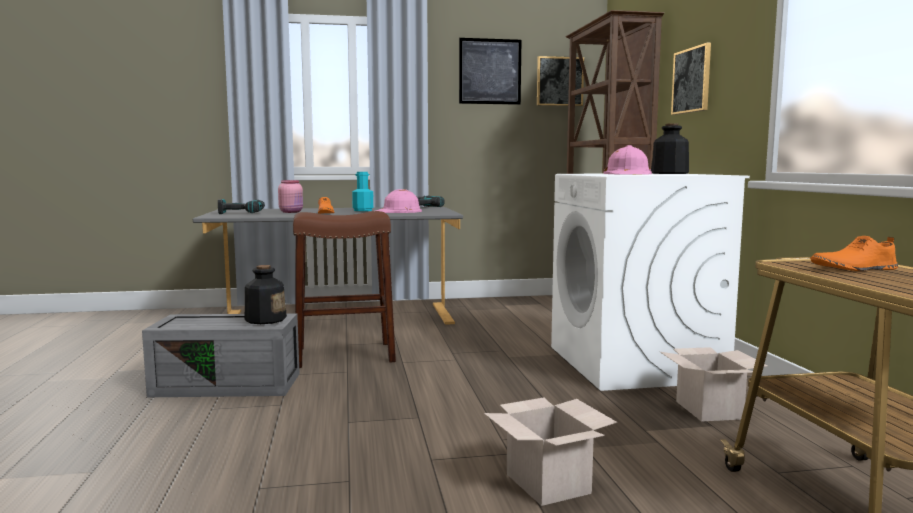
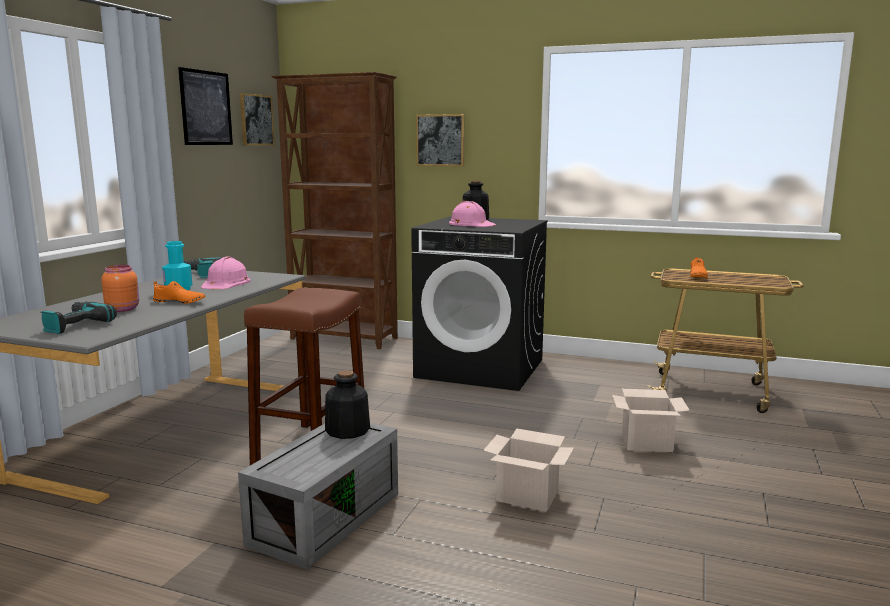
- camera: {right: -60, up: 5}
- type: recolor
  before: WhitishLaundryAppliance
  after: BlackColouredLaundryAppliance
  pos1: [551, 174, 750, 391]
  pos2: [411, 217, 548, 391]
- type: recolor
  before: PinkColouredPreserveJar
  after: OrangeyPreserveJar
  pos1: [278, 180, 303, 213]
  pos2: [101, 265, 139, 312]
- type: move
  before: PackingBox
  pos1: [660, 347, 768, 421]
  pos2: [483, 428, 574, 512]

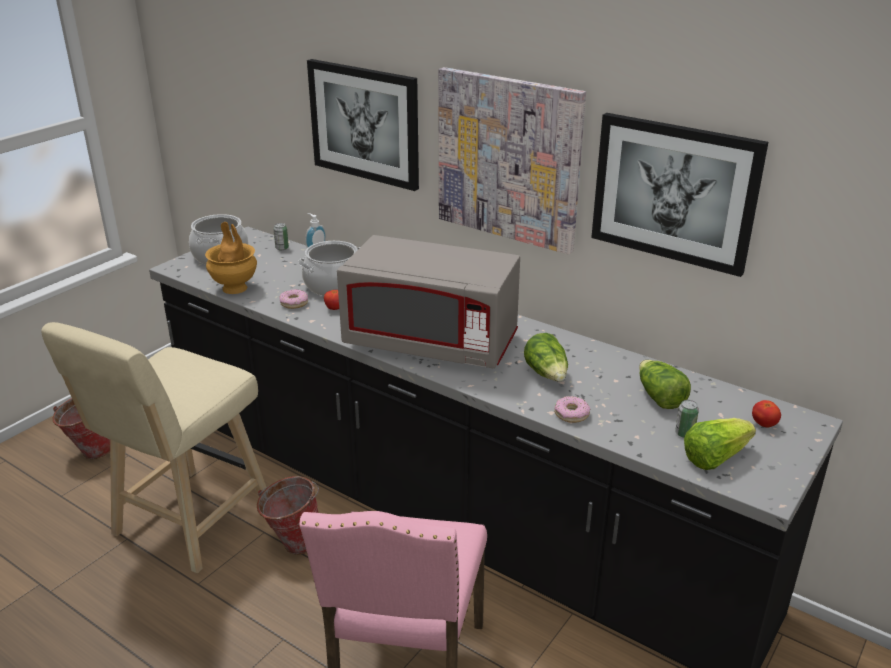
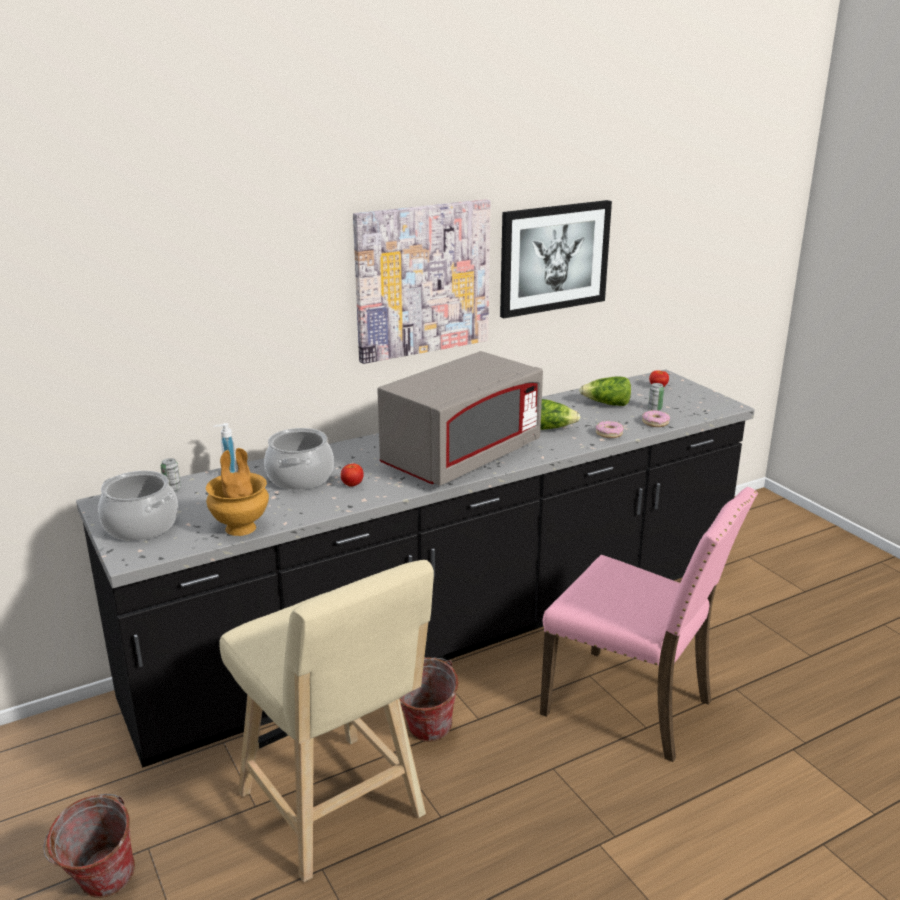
- camera: {right: -65, up: -5}
- type: delete
  before: Picture
  pos1: [307, 59, 419, 191]
- type: move
  before: RingDoughnut
  pos1: [280, 289, 308, 309]
  pos2: [642, 410, 670, 427]
- type: delete
  before: LettuceHead
  pos1: [684, 418, 756, 470]

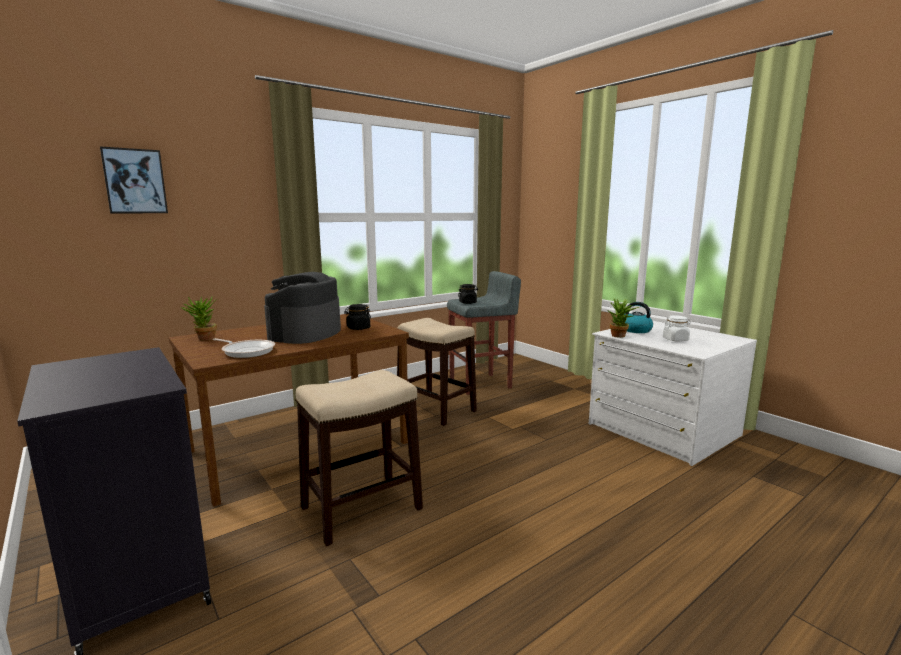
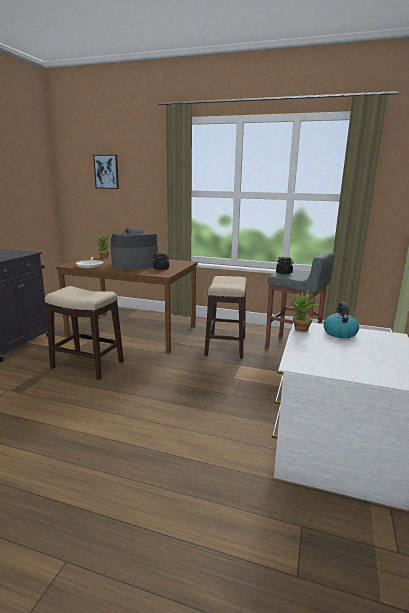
- camera: {right: 55, up: 5}
- type: delete
  before: WhitishPreserveJar
  pos1: [663, 315, 691, 342]

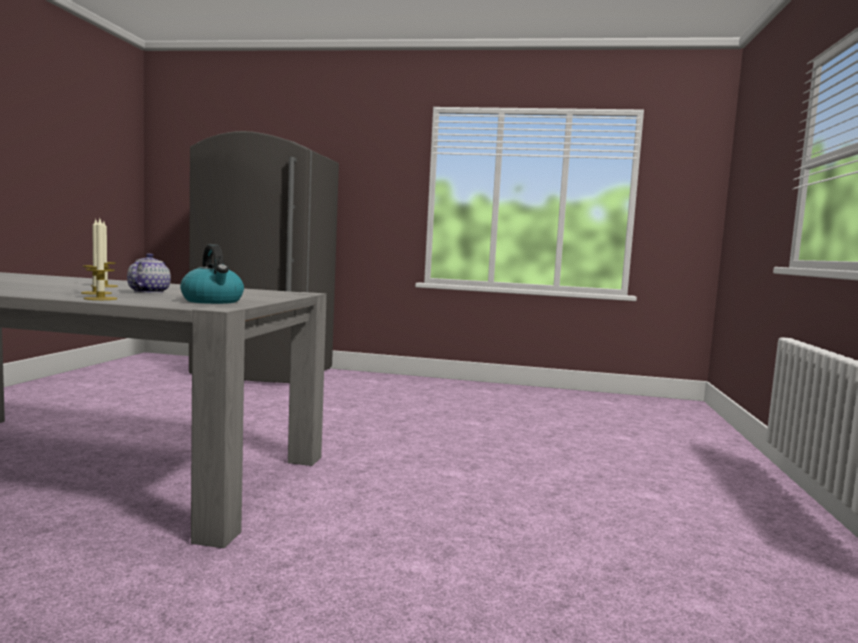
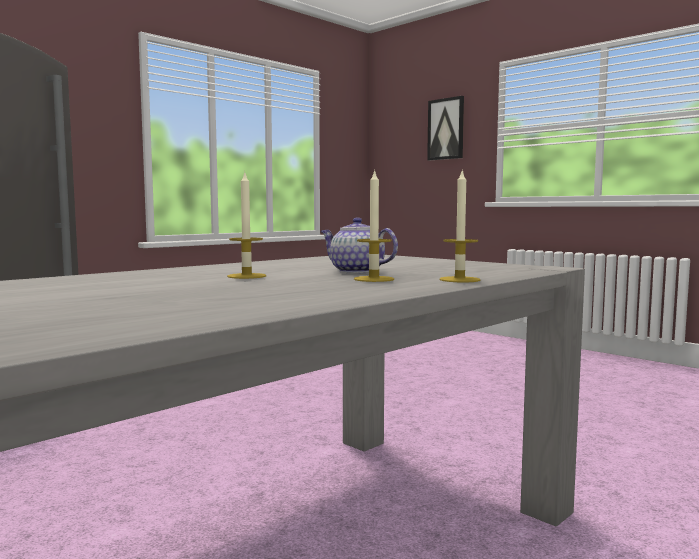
- camera: {right: -55, up: 0}
- type: delete
  before: Kettle
  pos1: [180, 244, 244, 304]
- type: insert
  after: Picture
  pos2: [427, 96, 464, 160]

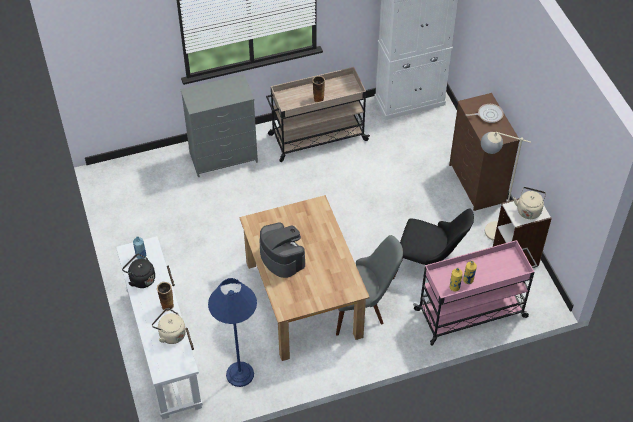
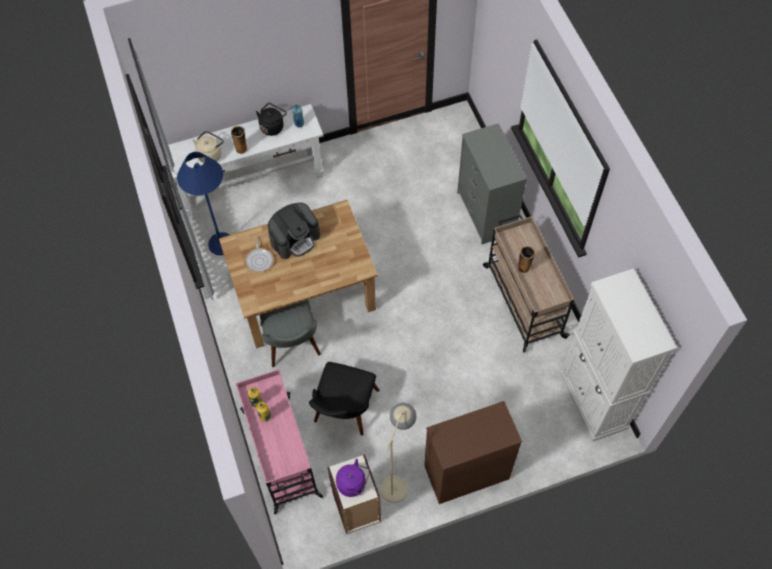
- camera: {right: 90, up: 10}
- type: move
  before: Skillet
  pos1: [466, 104, 504, 123]
  pos2: [245, 235, 273, 272]
- type: recolor
  before: SandColouredKettle
  after: PurplishKettle
  pos1: [514, 187, 546, 219]
  pos2: [336, 459, 370, 497]

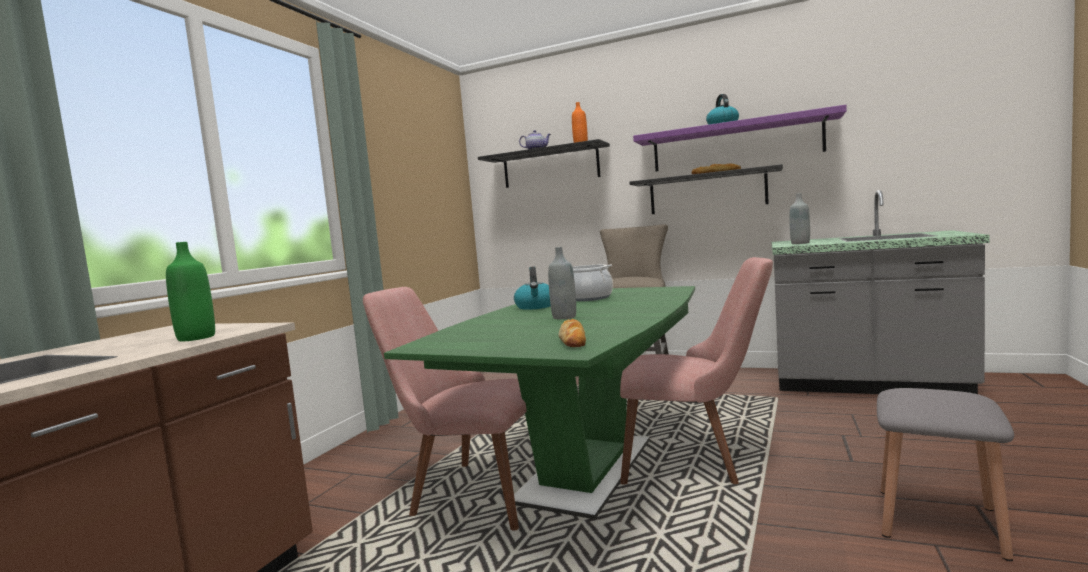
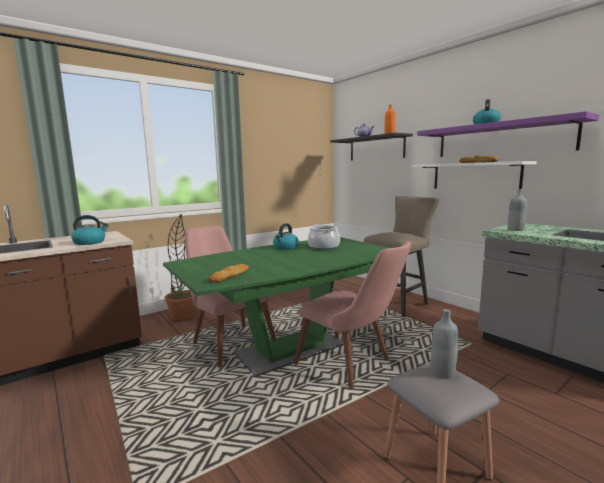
- camera: {right: 30, up: 5}
- type: recolor
  before: BlackColouredShelf
  after: WhitishShelf
  pos1: [630, 164, 783, 214]
  pos2: [411, 161, 537, 189]
- type: replace
  before: GreenishBottle
  after: Kettle
  pos1: [166, 242, 215, 341]
  pos2: [71, 215, 109, 245]
- type: move
  before: GreyishBottle
  pos1: [548, 247, 576, 319]
  pos2: [431, 309, 458, 378]
- type: insert
  after: PlantInAPot
  pos2: [165, 213, 195, 320]

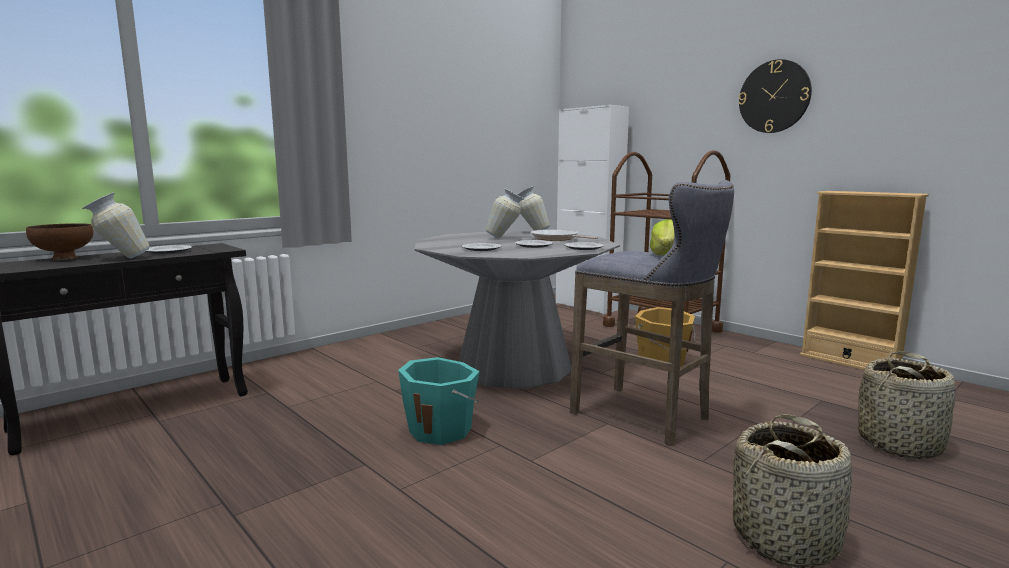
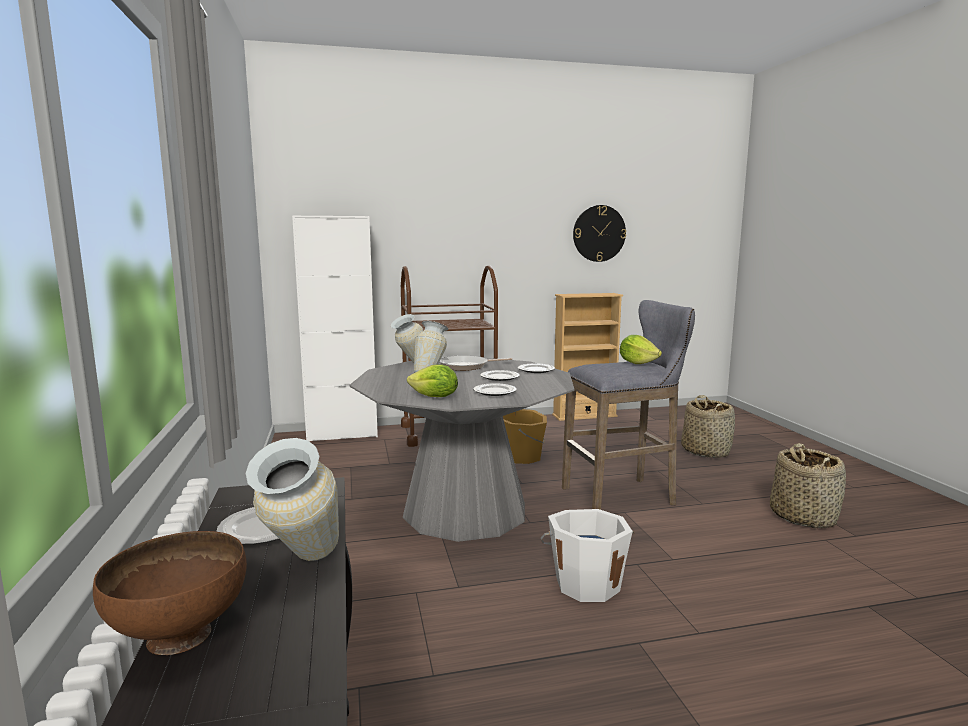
- camera: {right: -60, up: 0}
- type: move
  before: HangingClock
  pos1: [738, 59, 812, 133]
  pos2: [573, 205, 626, 262]
- type: recolor
  before: TurquoisePail
  after: WhitishPail
  pos1: [398, 357, 480, 445]
  pos2: [541, 509, 634, 602]
- type: insert
  after: LettuceHead
  pos2: [407, 364, 458, 397]

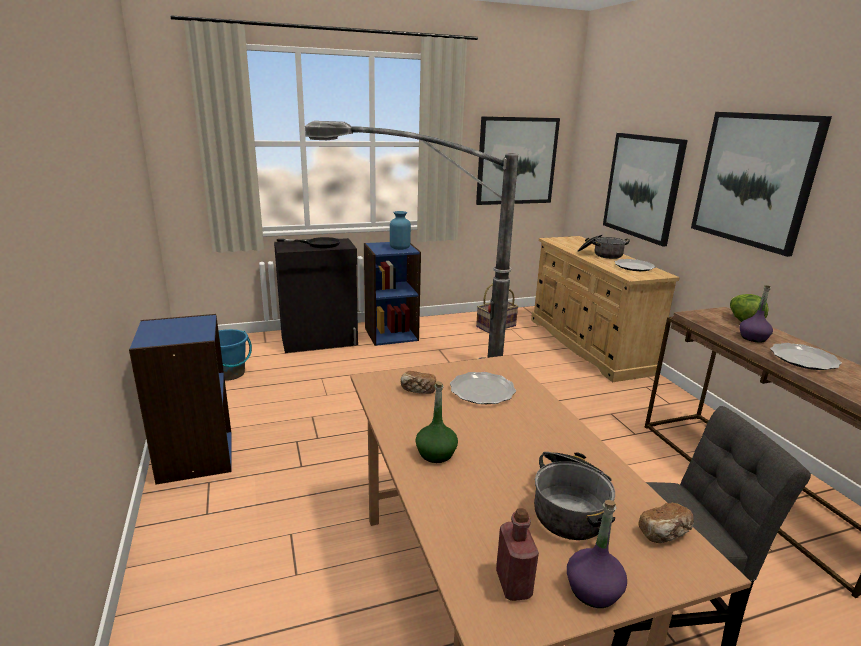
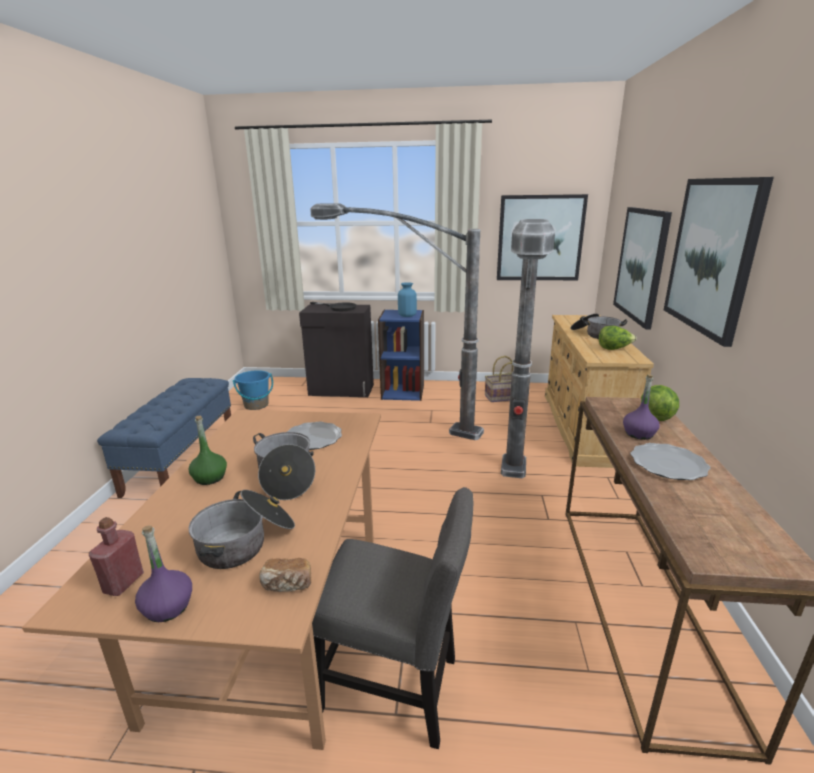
- camera: {right: 25, up: 0}
- type: replace
  before: DinnerPlate
  after: LettuceHead
  pos1: [614, 259, 655, 271]
  pos2: [598, 326, 637, 350]
- type: replace
  before: BluishBookcase
  after: BluishBench
  pos1: [129, 314, 232, 485]
  pos2: [97, 378, 231, 498]
- type: delete
  before: BakeryBread
  pos1: [401, 371, 436, 394]
- type: insert
  after: StandardLamp
  pos2: [501, 219, 555, 478]
- type: insert
  after: Saucepot
  pos2: [253, 432, 315, 500]

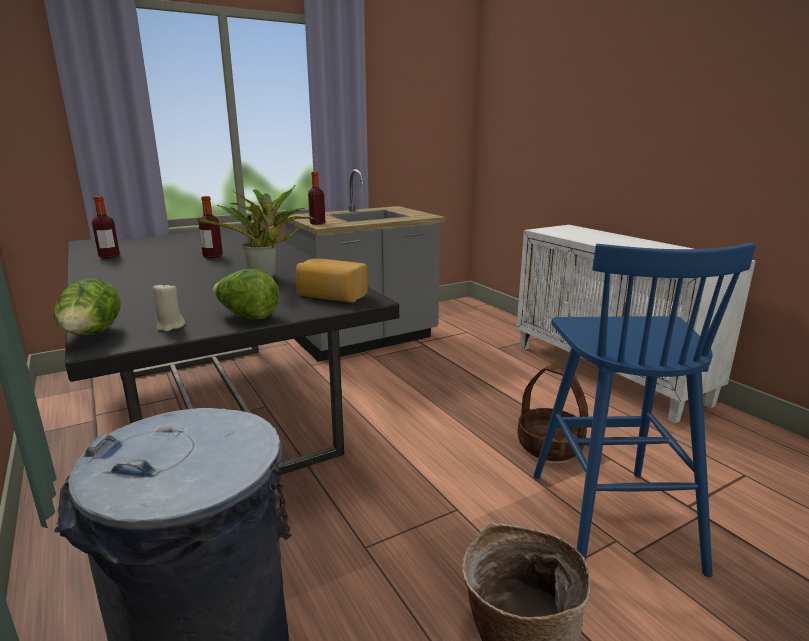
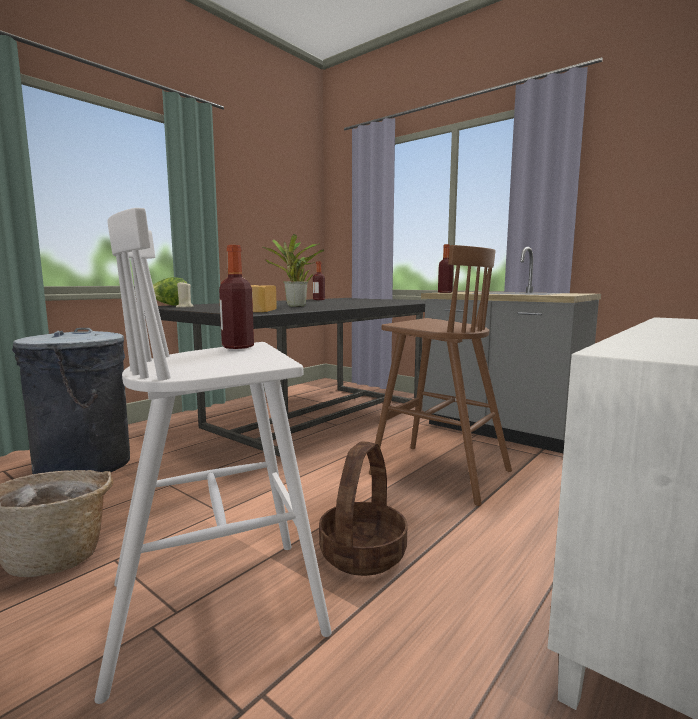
- camera: {right: 70, up: -10}
- type: move
  before: Bottle
  pos1: [199, 196, 223, 258]
  pos2: [219, 245, 254, 349]
- type: recolor
  before: BluishSittingStool
  after: WhitishSittingStool
  pos1: [533, 243, 756, 577]
  pos2: [95, 208, 332, 704]
- type: delete
  before: LettuceHead
  pos1: [213, 269, 280, 319]
- type: insert
  after: BrownSittingStool
  pos2: [369, 245, 512, 506]

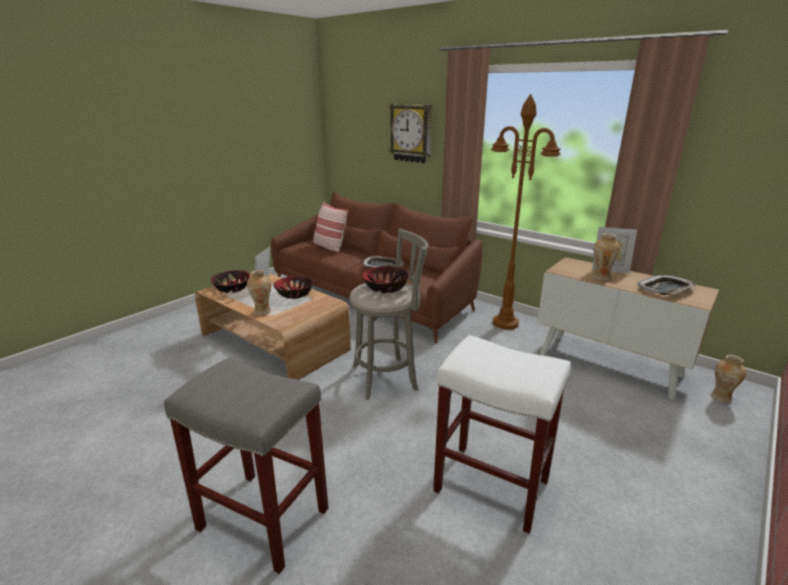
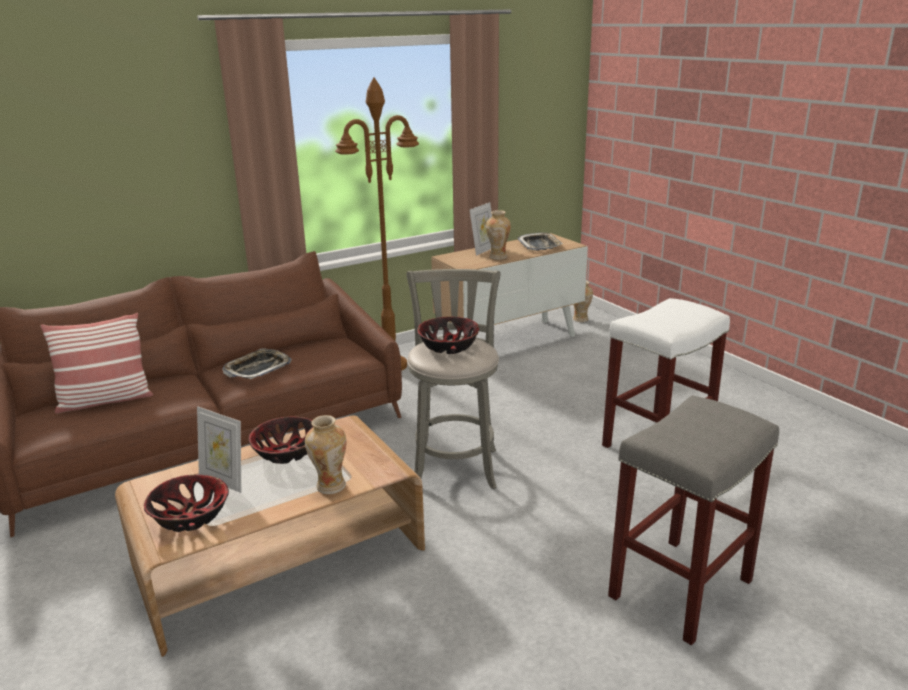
- camera: {right: -70, up: 0}
- type: delete
  before: HangingClock
  pos1: [389, 104, 432, 163]

